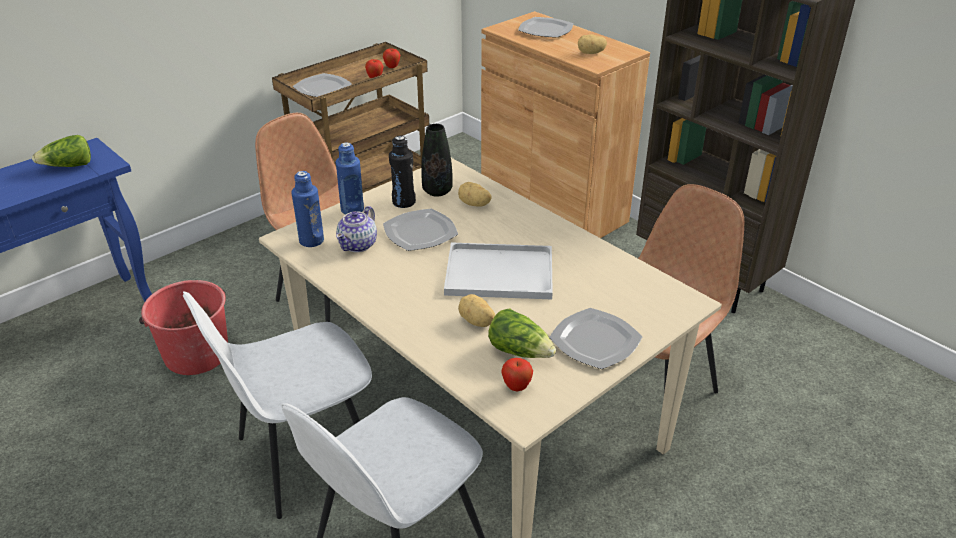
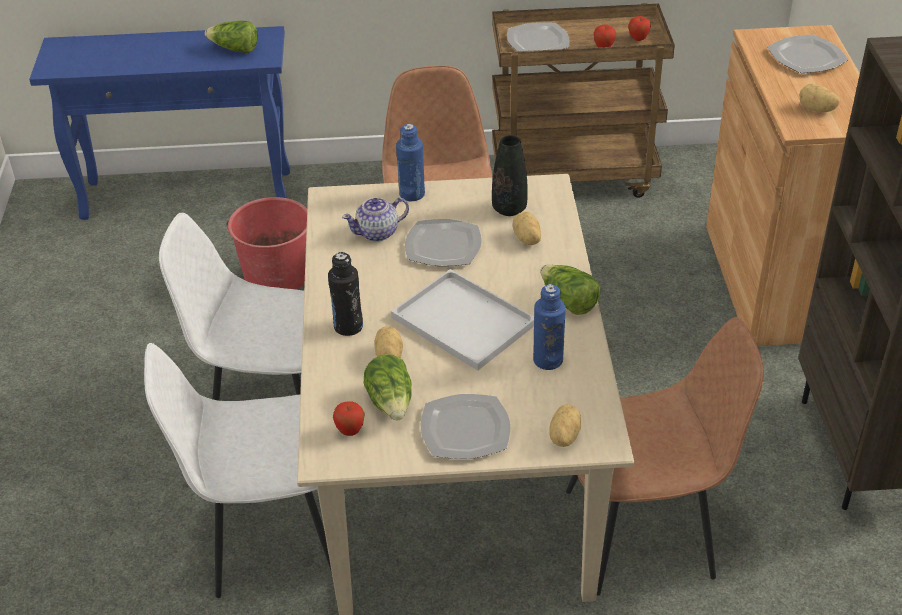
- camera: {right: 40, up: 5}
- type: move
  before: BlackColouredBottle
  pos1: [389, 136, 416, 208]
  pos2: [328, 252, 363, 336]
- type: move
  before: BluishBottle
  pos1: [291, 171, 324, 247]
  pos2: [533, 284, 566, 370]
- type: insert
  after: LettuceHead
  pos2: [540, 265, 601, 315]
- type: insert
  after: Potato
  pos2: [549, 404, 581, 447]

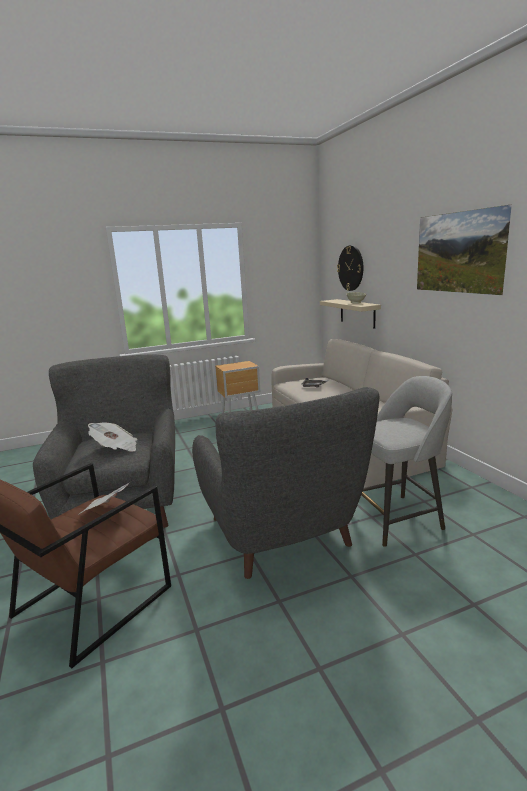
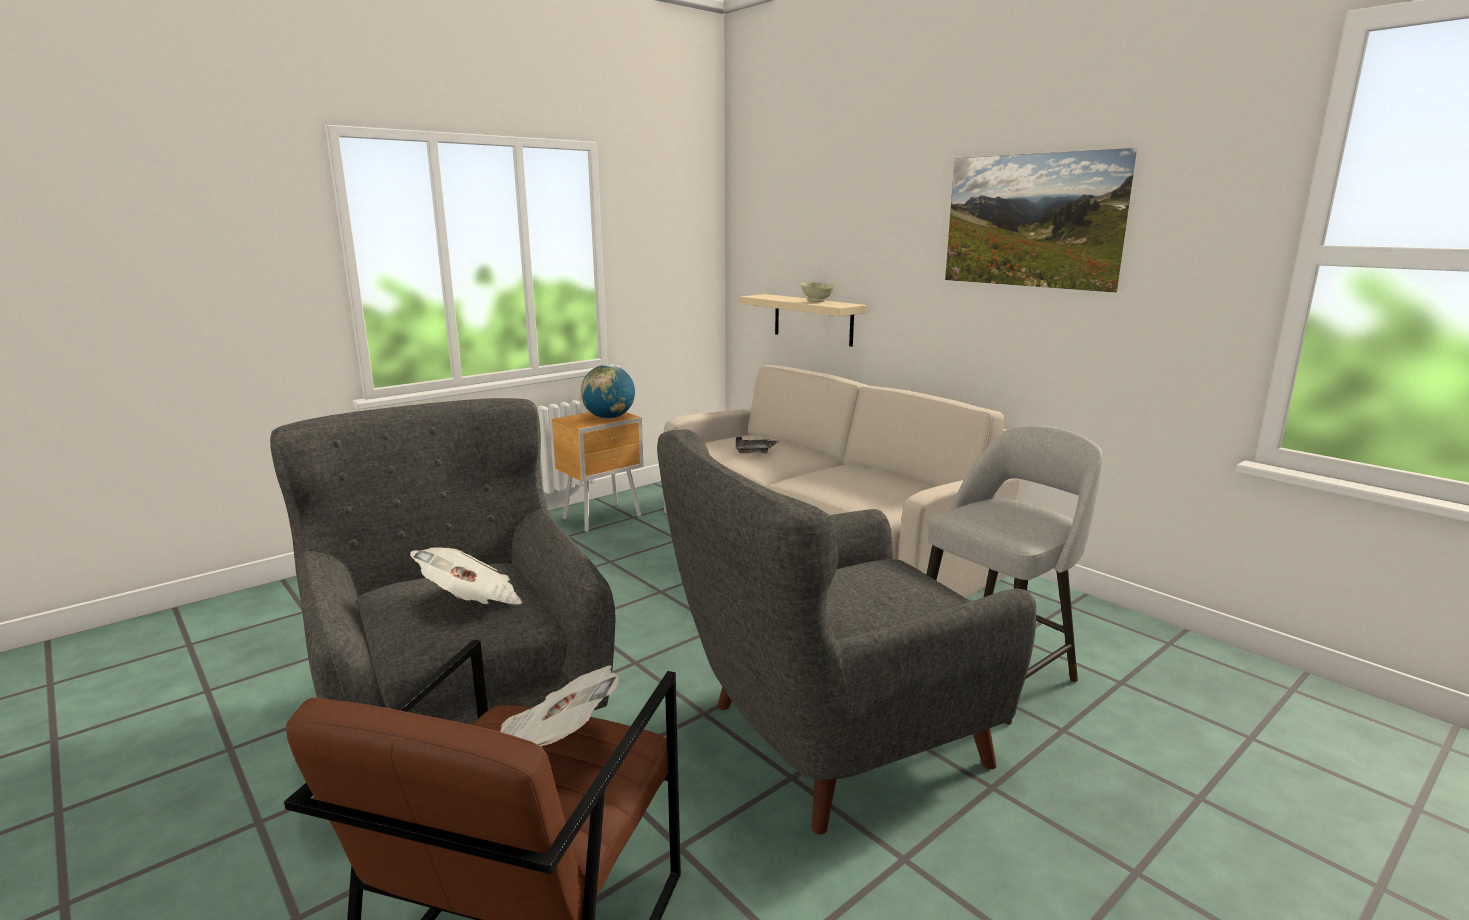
- camera: {right: -20, up: 0}
- type: delete
  before: HangingClock
  pos1: [337, 245, 363, 291]
- type: rotate
  before: GreyishEasyChair
  pos1: [192, 387, 379, 579]
  pos2: [657, 429, 1036, 835]
  turn: 105
- type: insert
  after: Globe
  pos2: [581, 364, 635, 419]

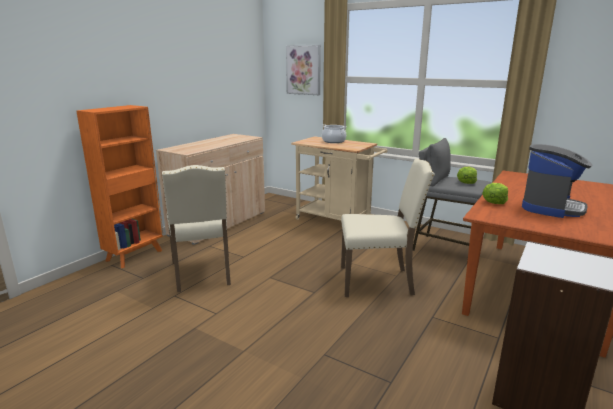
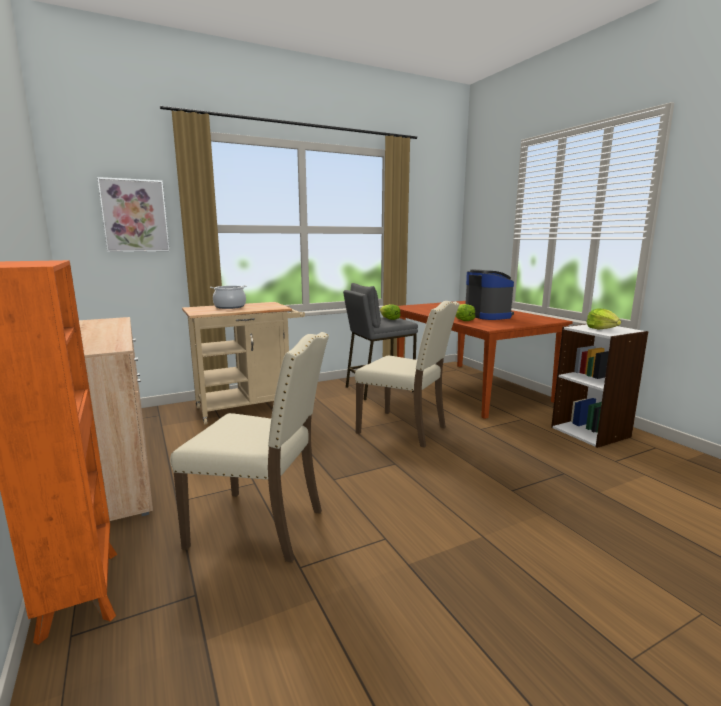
- camera: {right: -60, up: -5}
- type: rotate
  before: SandColouredPlainChair
  pos1: [341, 158, 435, 297]
  pos2: [355, 301, 460, 448]
  turn: 90
- type: insert
  after: LettuceHead
  pos2: [586, 308, 621, 330]

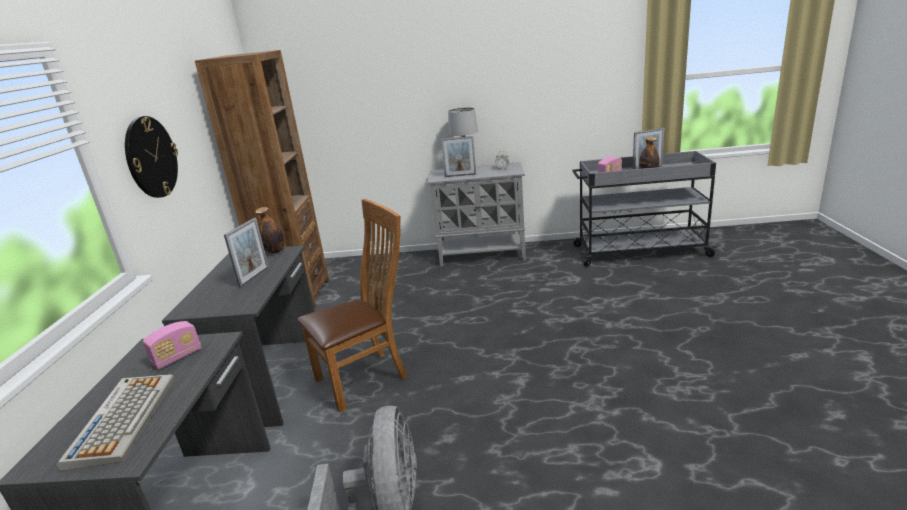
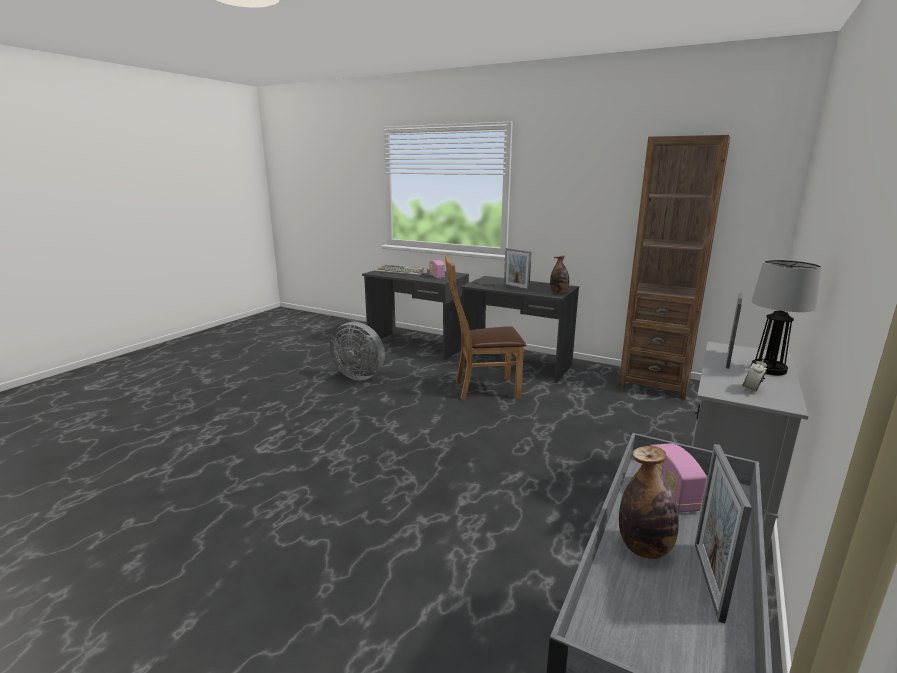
- camera: {right: 115, up: -5}
- type: delete
  before: HangingClock
  pos1: [125, 116, 178, 198]
- type: rotate
  before: BrownPlainChair
  pos1: [297, 199, 407, 412]
  pos2: [445, 255, 526, 400]
  turn: 90

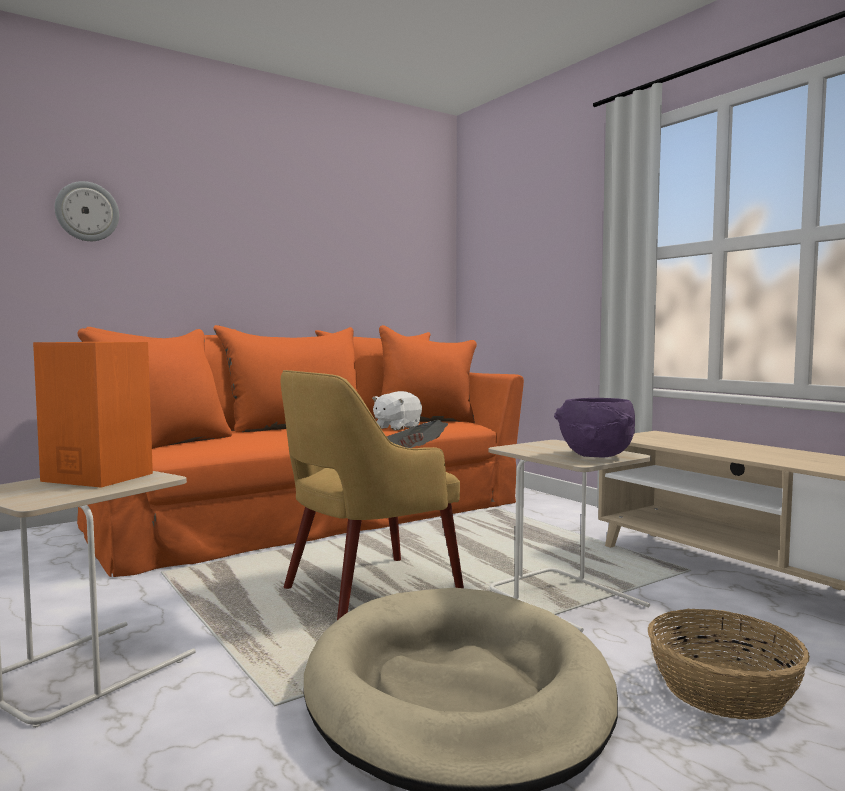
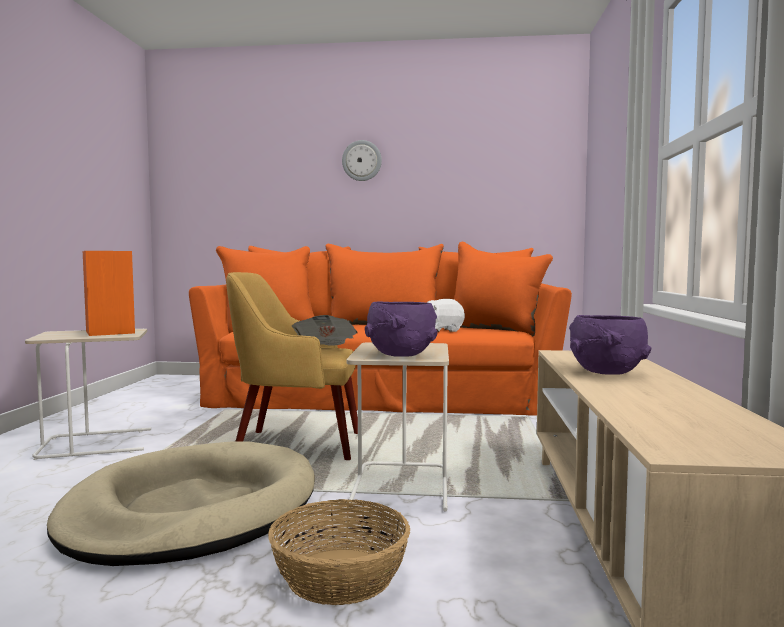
- camera: {right: 40, up: 0}
- type: move
  before: HangingClock
  pos1: [55, 181, 119, 241]
  pos2: [342, 140, 382, 181]
- type: insert
  after: PurplishDeepDish
  pos2: [569, 315, 651, 375]

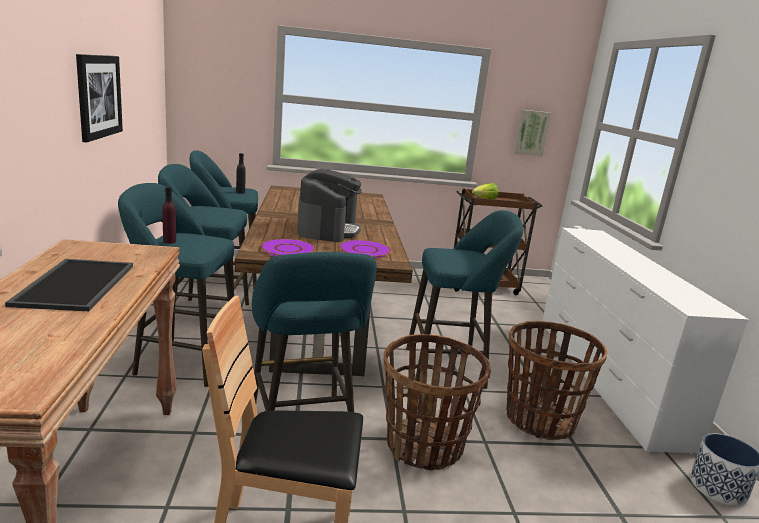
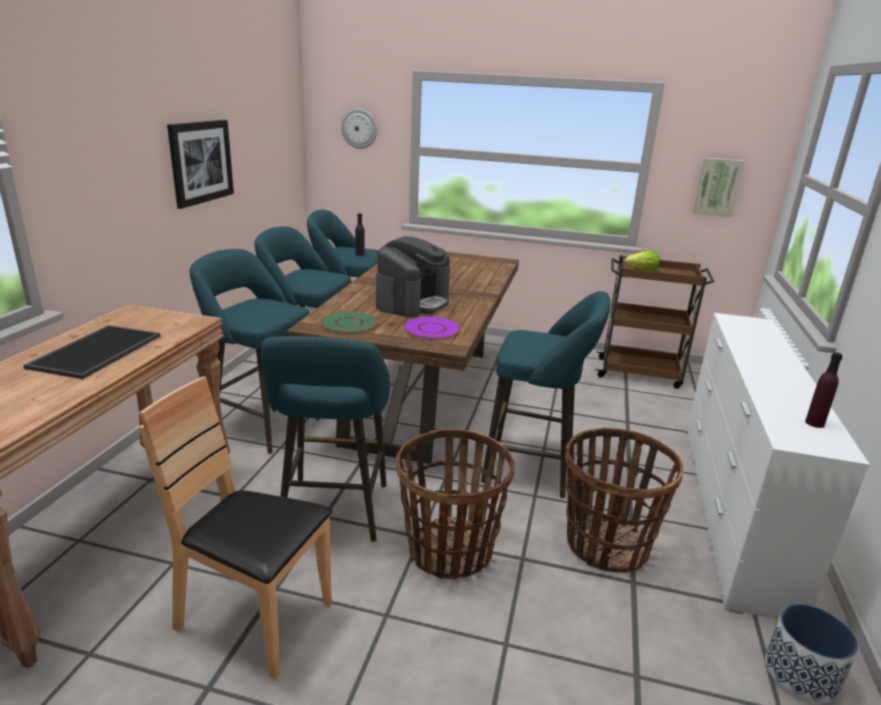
- camera: {right: 20, up: 5}
- type: move
  before: PurplishBottle
  pos1: [162, 187, 176, 244]
  pos2: [805, 352, 842, 428]
- type: recolor
  before: PurplishDinnerPlate
  after: GreenishDinnerPlate
  pos1: [261, 239, 316, 256]
  pos2: [320, 311, 378, 333]
- type: insert
  after: HangingClock
  pos2: [341, 108, 377, 149]

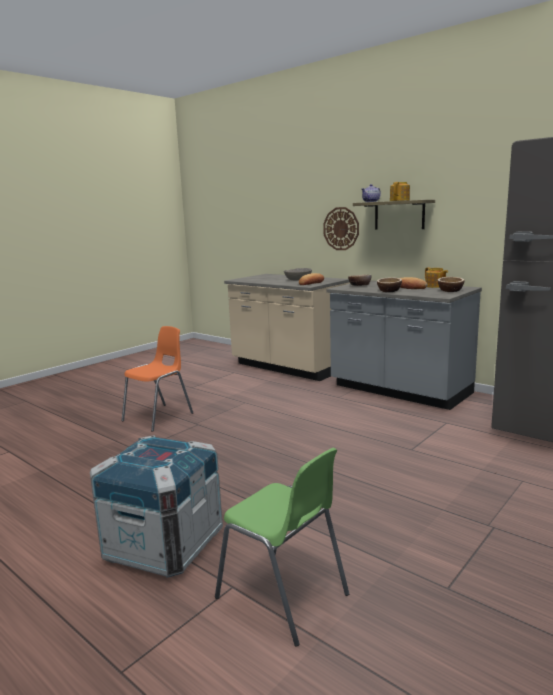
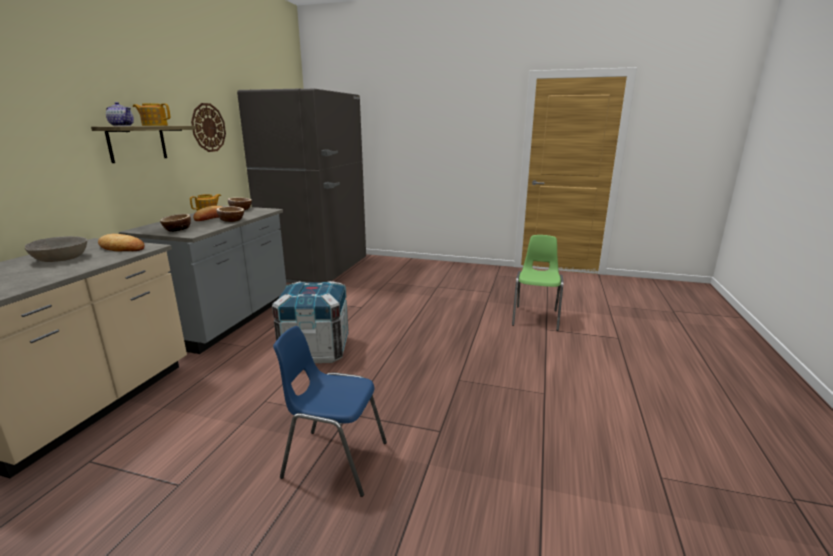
- camera: {right: -115, up: 5}
- type: move
  before: HangingClock
  pos1: [323, 207, 359, 250]
  pos2: [191, 103, 226, 152]
- type: recolor
  before: OrangeyPlainChair
  after: BluishPlainChair
  pos1: [122, 326, 193, 432]
  pos2: [273, 326, 387, 497]
- type: move
  before: PackingCrate
  pos1: [90, 435, 223, 578]
  pos2: [272, 281, 349, 363]

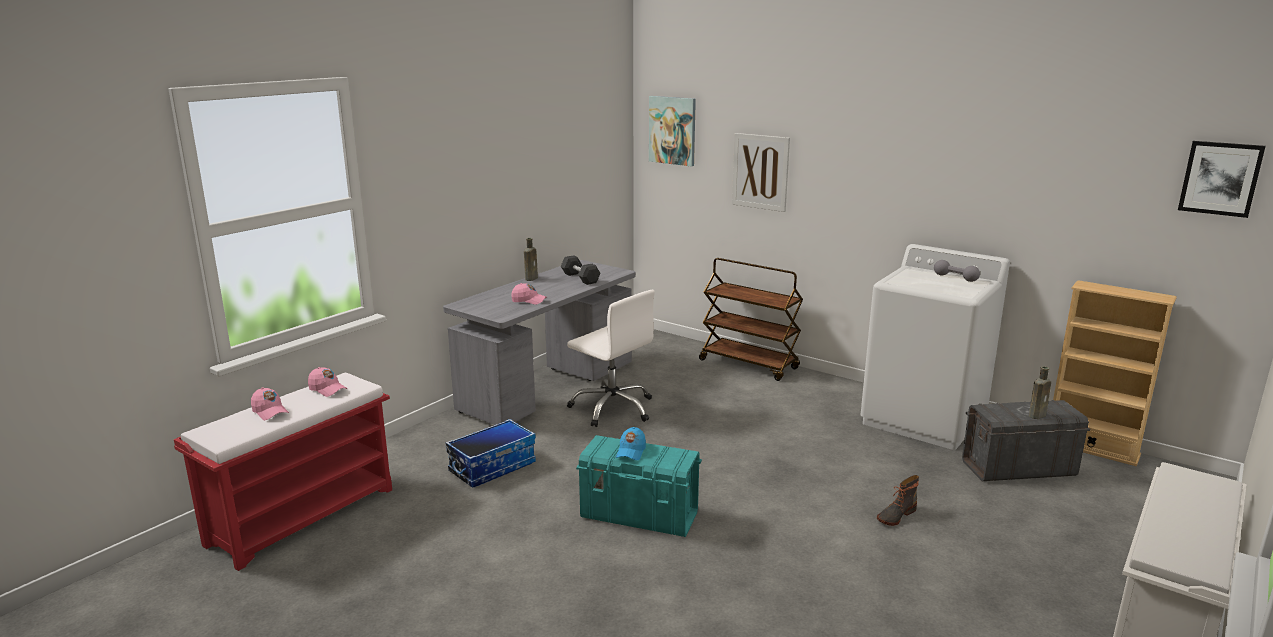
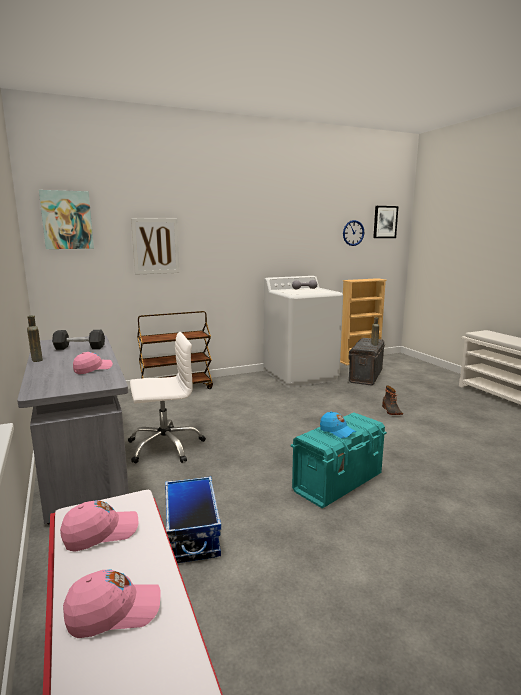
- camera: {right: -60, up: -5}
- type: insert
  after: HangingClock
  pos2: [343, 220, 364, 246]

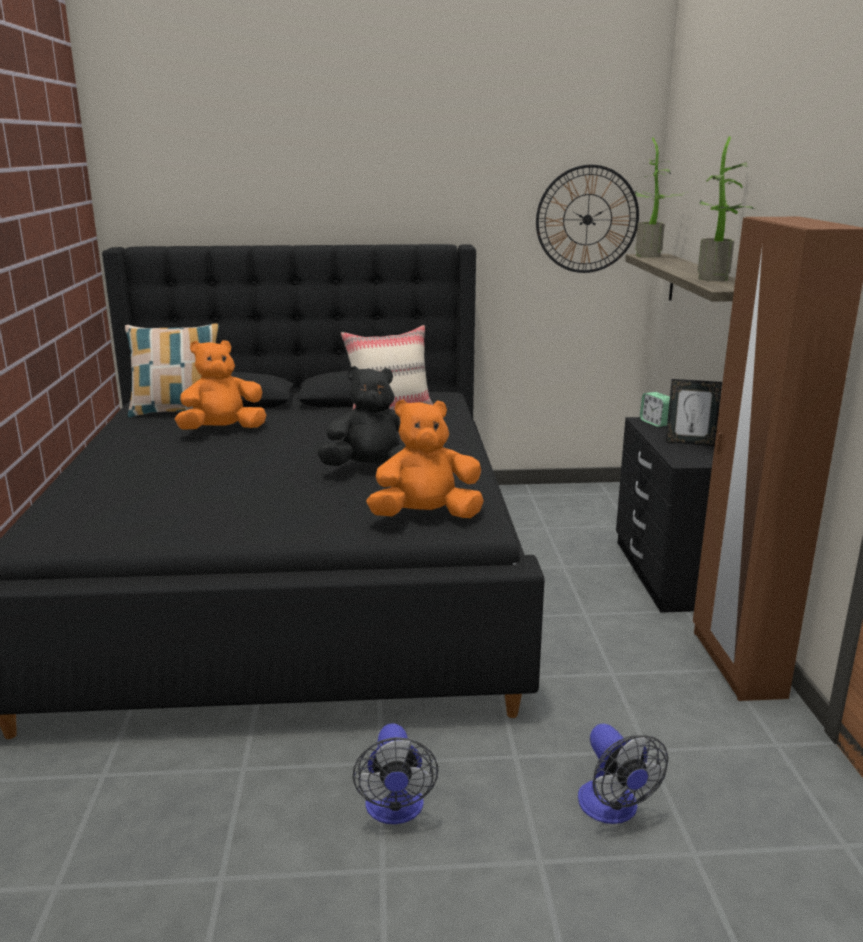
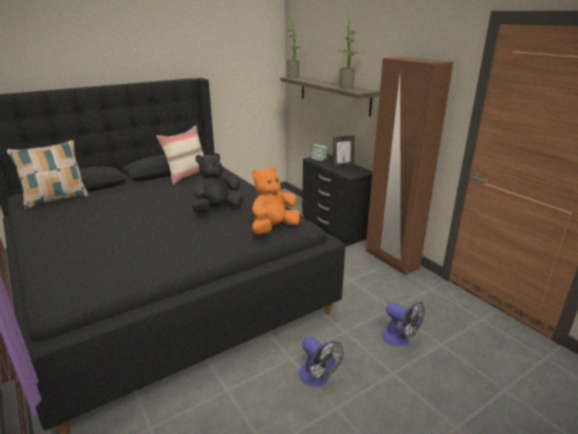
- camera: {right: -30, up: 5}
- type: delete
  before: HangingClock
  pos1: [536, 165, 639, 273]
- type: delete
  before: OrangeySoftToy
  pos1: [175, 340, 266, 430]

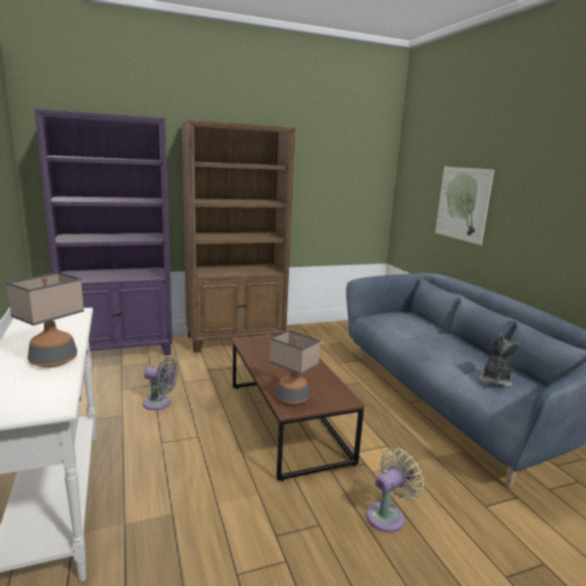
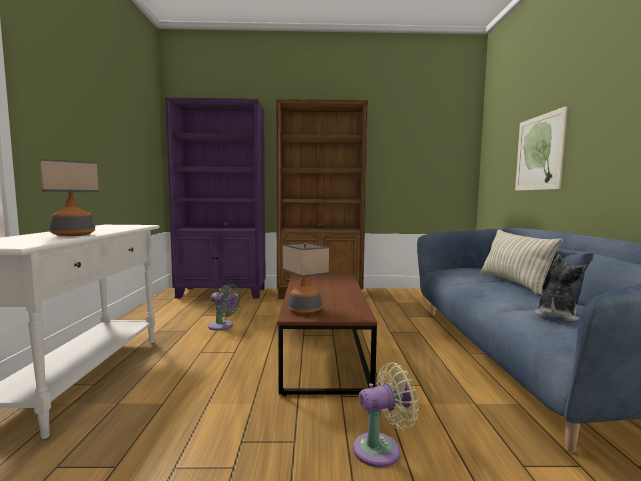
- camera: {right: 20, up: -10}
- type: insert
  after: ThrowPillow
  pos2: [481, 230, 563, 295]

